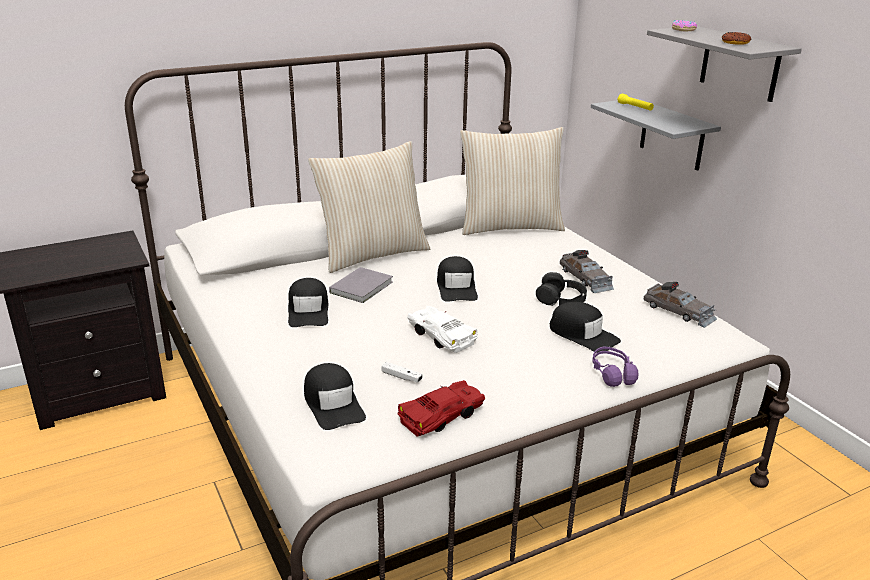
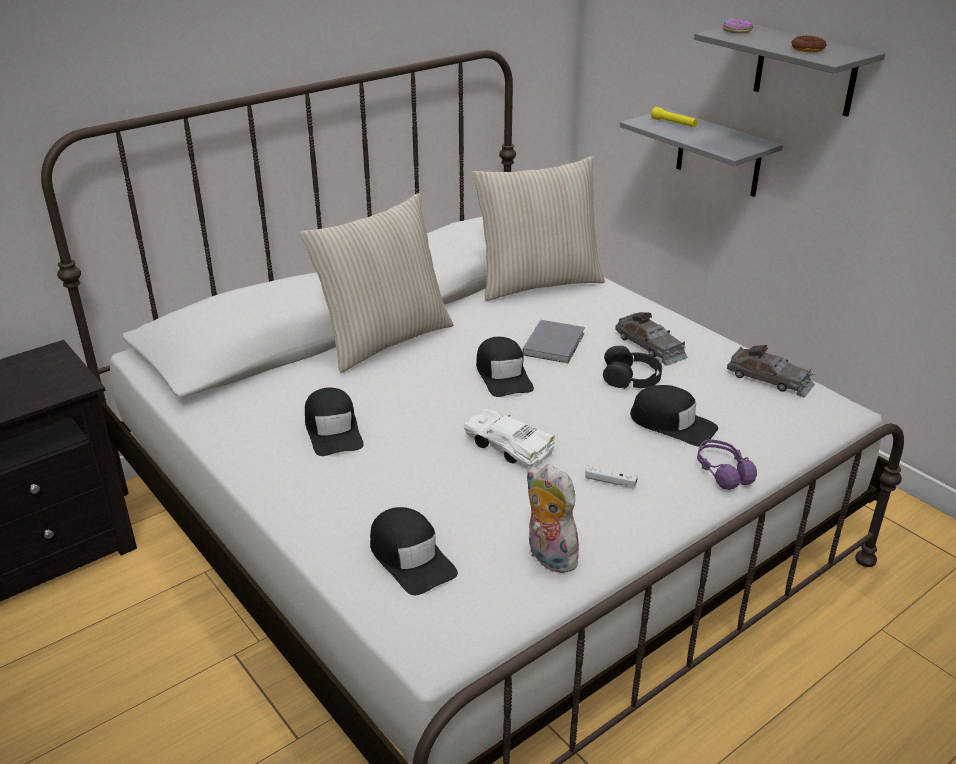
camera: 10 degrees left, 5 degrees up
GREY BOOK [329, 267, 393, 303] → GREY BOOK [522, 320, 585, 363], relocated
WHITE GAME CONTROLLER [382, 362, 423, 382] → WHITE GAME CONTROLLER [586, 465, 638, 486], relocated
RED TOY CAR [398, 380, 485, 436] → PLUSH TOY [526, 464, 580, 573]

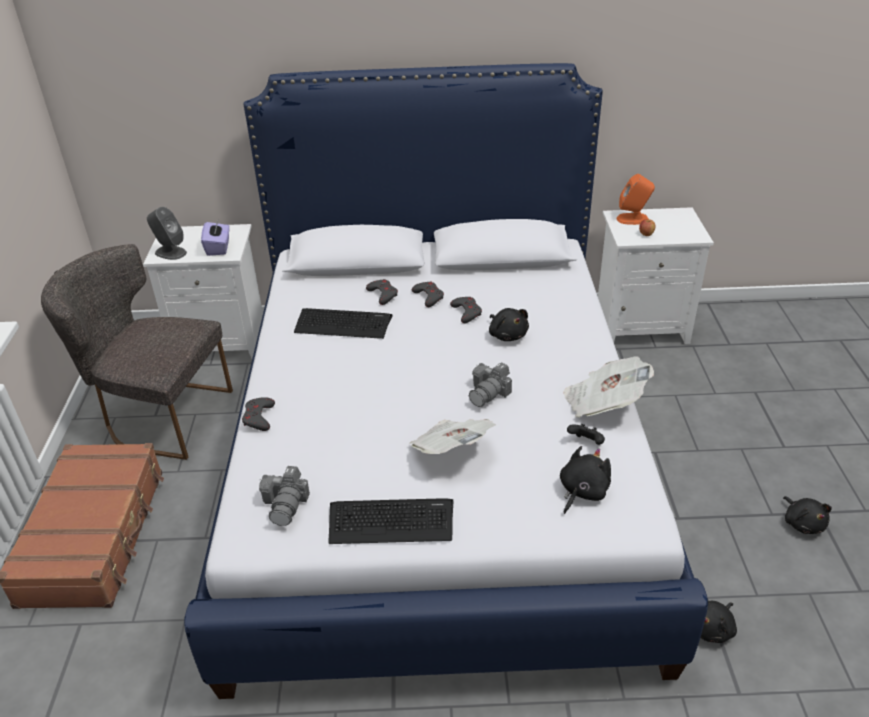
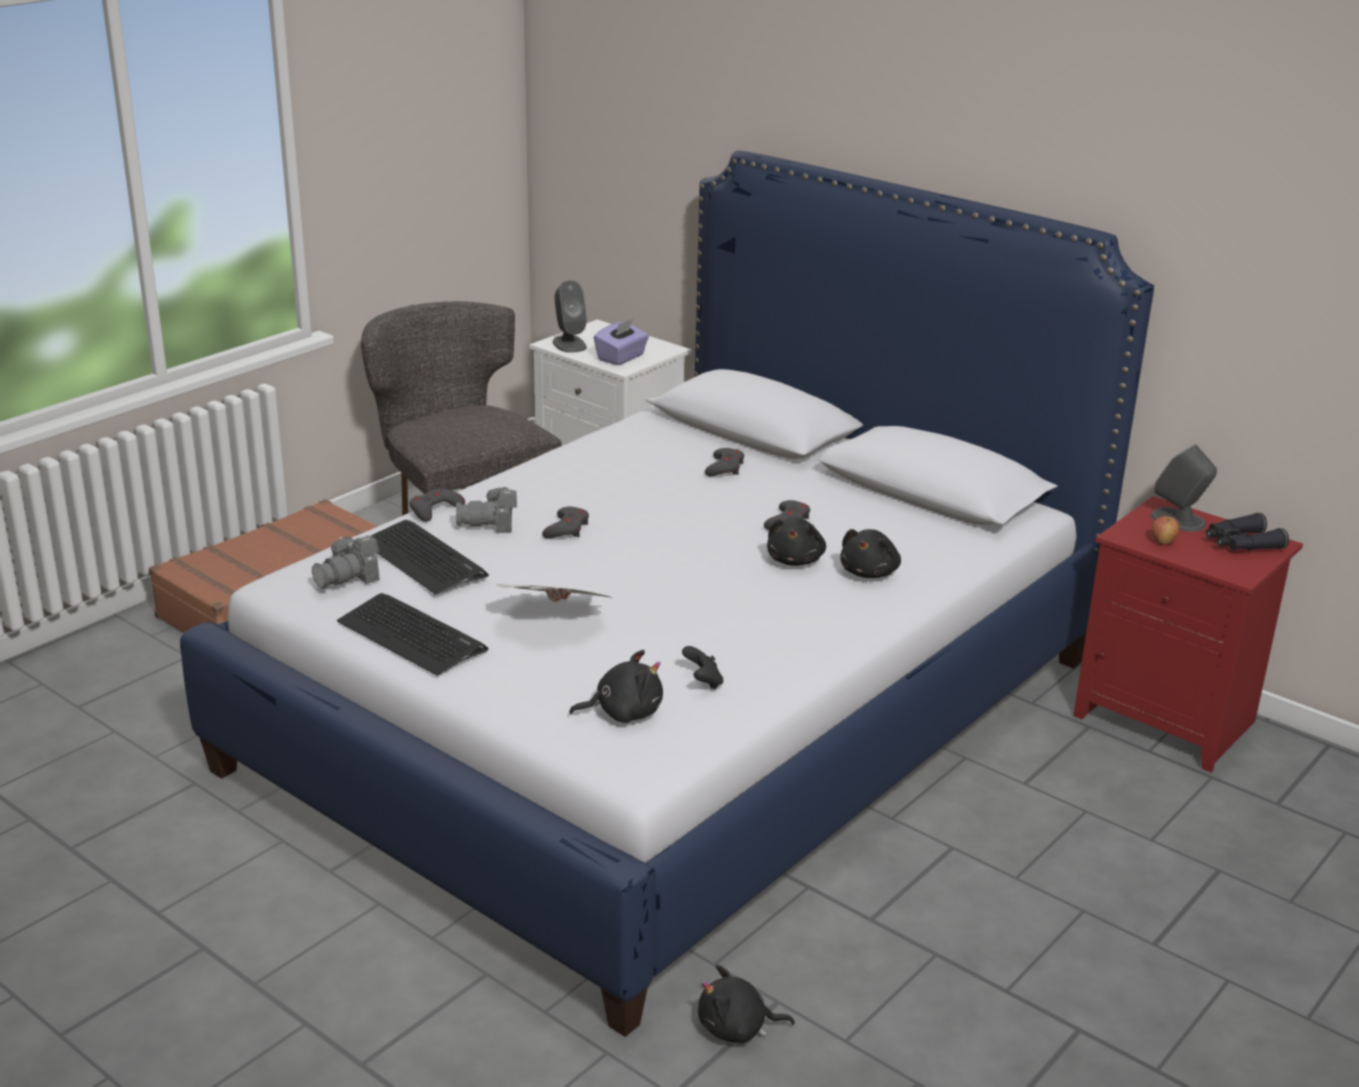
camera: 40 degrees right, 10 degrees down
ORANGE SPEAKER [617, 174, 655, 225] → GREY SPEAKER [1150, 444, 1217, 532]
WHITE NIGHTSTAND [598, 207, 714, 344] → RED NIGHTSTAND [1073, 496, 1303, 772]
GREY GAME CONTROLLER [412, 281, 444, 307] → GREY GAME CONTROLLER [542, 507, 589, 539], relocated
KEYBOARD [294, 308, 393, 339] → KEYBOARD [371, 520, 489, 595], relocated
NEWSPAPER [563, 356, 654, 418] → -
PHOTO CAMERA [469, 362, 512, 407] → PHOTO CAMERA [456, 486, 517, 533], relocated
BLACK PLUSH TOY [783, 496, 832, 534] → BLACK PLUSH TOY [840, 529, 901, 578], relocated
- → BLACK BINOCULARS [1206, 513, 1289, 550]

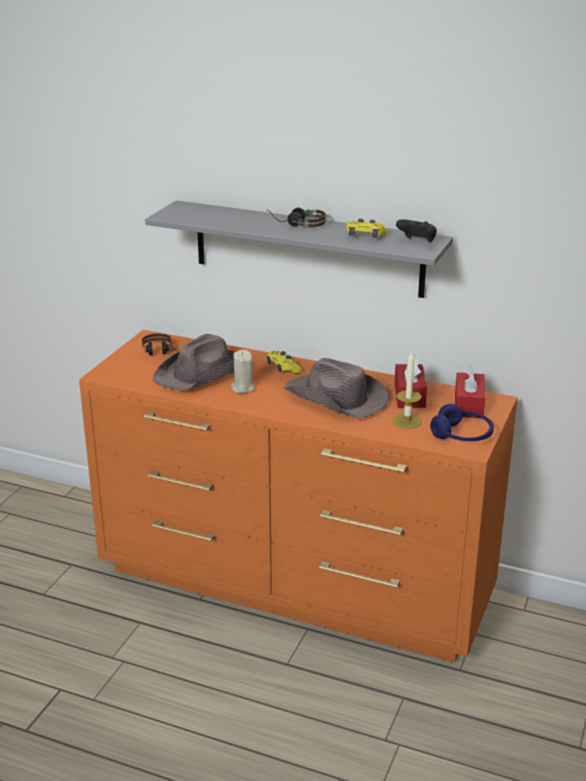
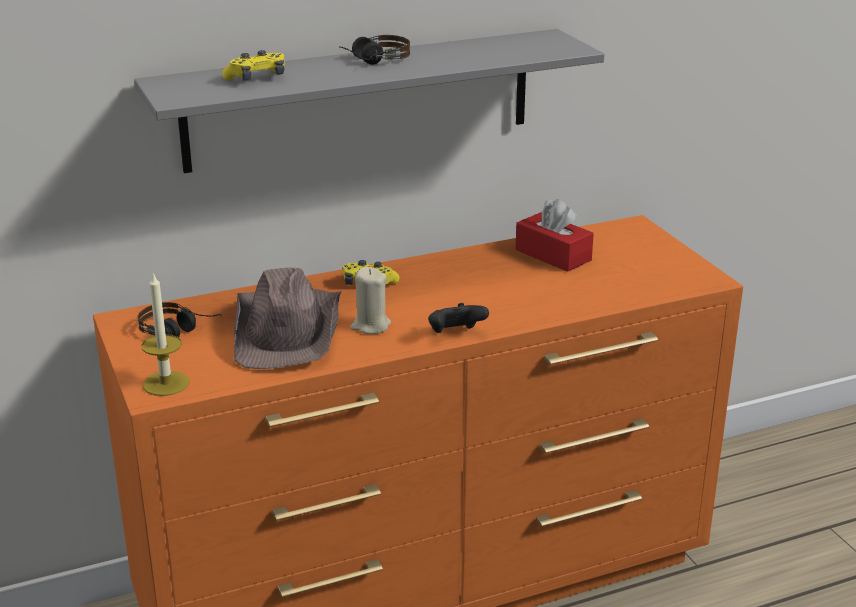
camera: 45 degrees left, 0 degrees up
YELLOW GAME CONTROLLER [347, 219, 387, 238] → YELLOW GAME CONTROLLER [222, 50, 285, 80], relocated
BLACK GAME CONTROLLER [396, 219, 437, 242] → BLACK GAME CONTROLLER [428, 303, 489, 333], relocated
CANDLE [393, 350, 422, 429] → CANDLE [141, 273, 190, 396], relocated
BROWN HAT [283, 358, 389, 419] → -
RED TISSUE BOX [455, 364, 485, 418] → -
BLUE HEADPHONES [430, 404, 494, 441] → -

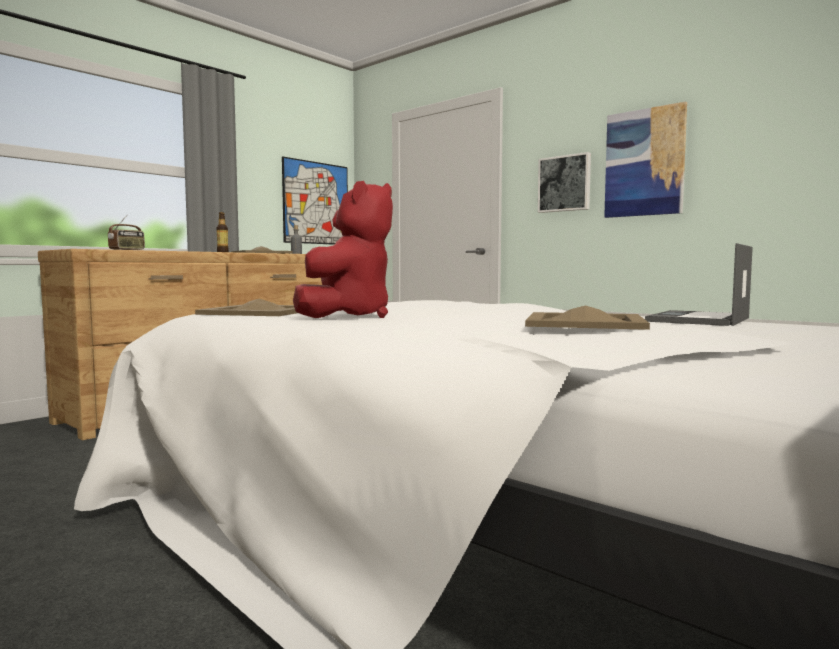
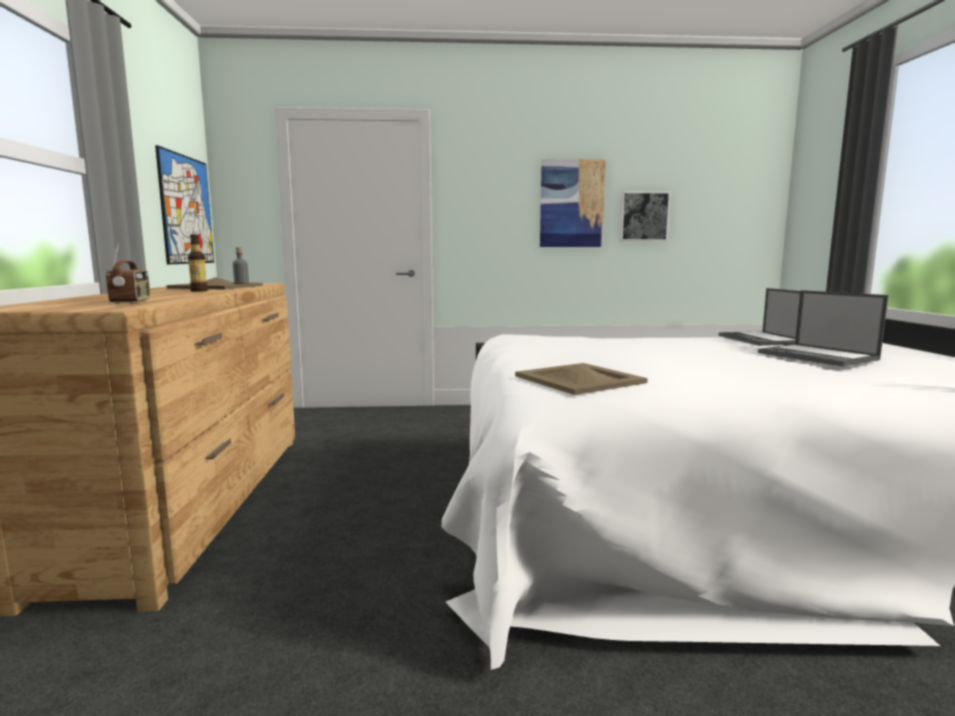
camera: 45 degrees left, 5 degrees up
PICTURE [538, 152, 591, 213] → PICTURE [619, 191, 671, 241], relocated
RED PLUSH TOY [293, 181, 393, 318] → -
BEIGE TRAY [525, 305, 650, 330] → LAPTOP [758, 290, 889, 367]

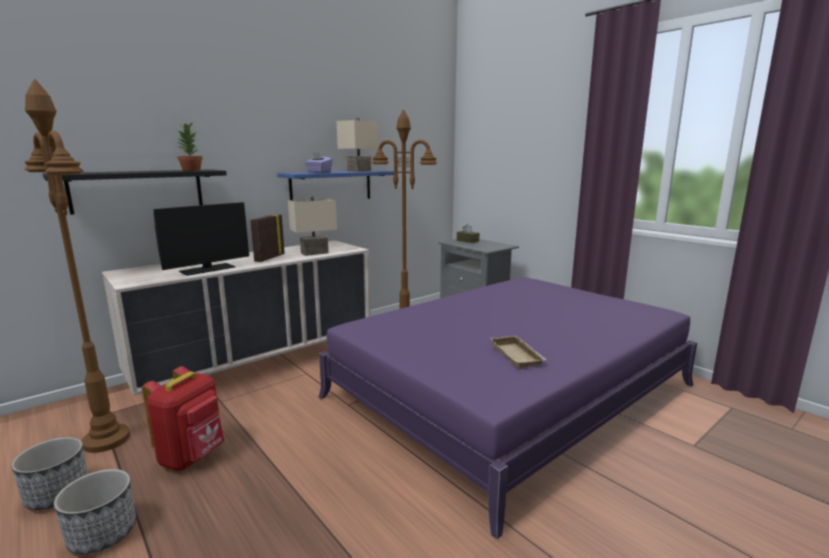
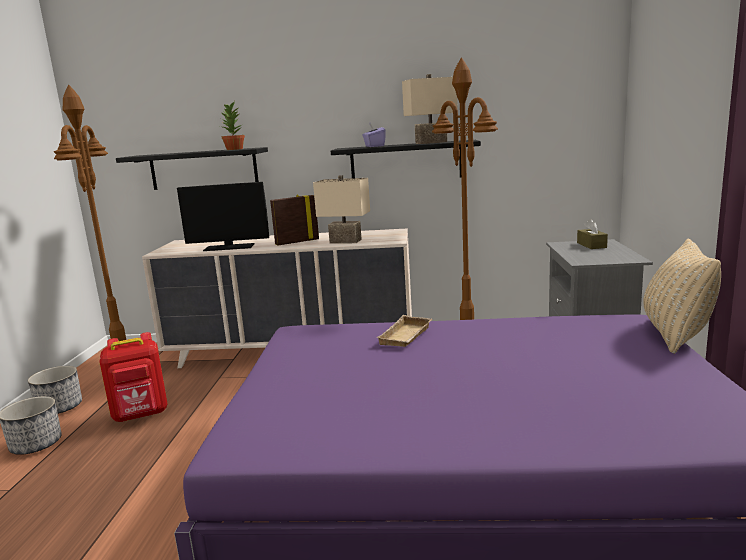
camera: 45 degrees right, 0 degrees up
BLUE SHELF [277, 170, 394, 200] → BLACK SHELF [331, 140, 481, 178]
BEIGE TRAY [491, 335, 547, 369] → BEIGE TRAY [376, 315, 432, 347], relocated
- → BEIGE PILLOW [643, 239, 721, 354]

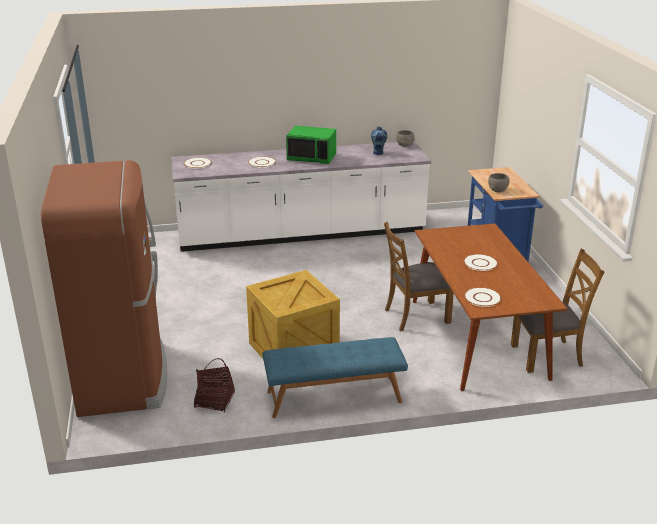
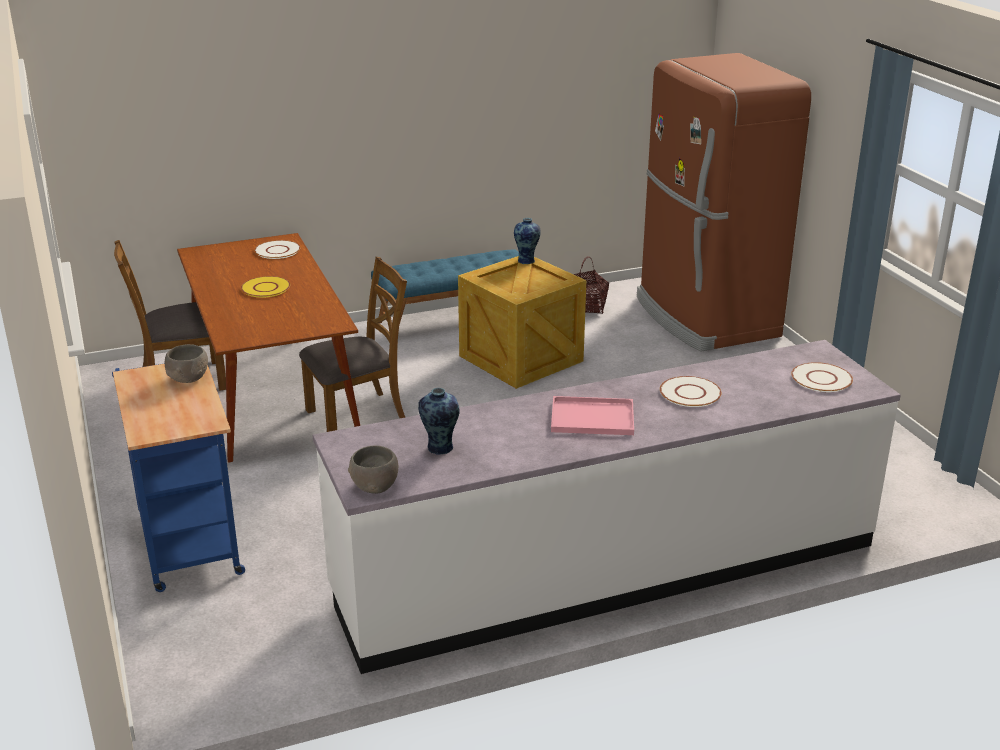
camera: 170 degrees right, 0 degrees up
GREEN MICROWAVE [286, 125, 336, 164] → PINK TRAY [551, 396, 634, 435]
WHITE PLATE [463, 254, 498, 271] → YELLOW PLATE [241, 276, 290, 298]
- → VASE [514, 218, 541, 264]

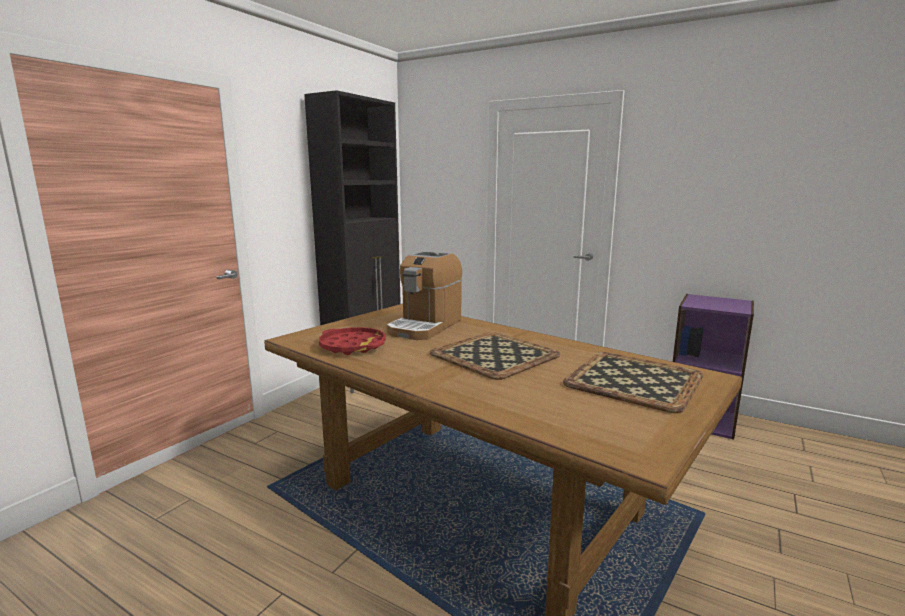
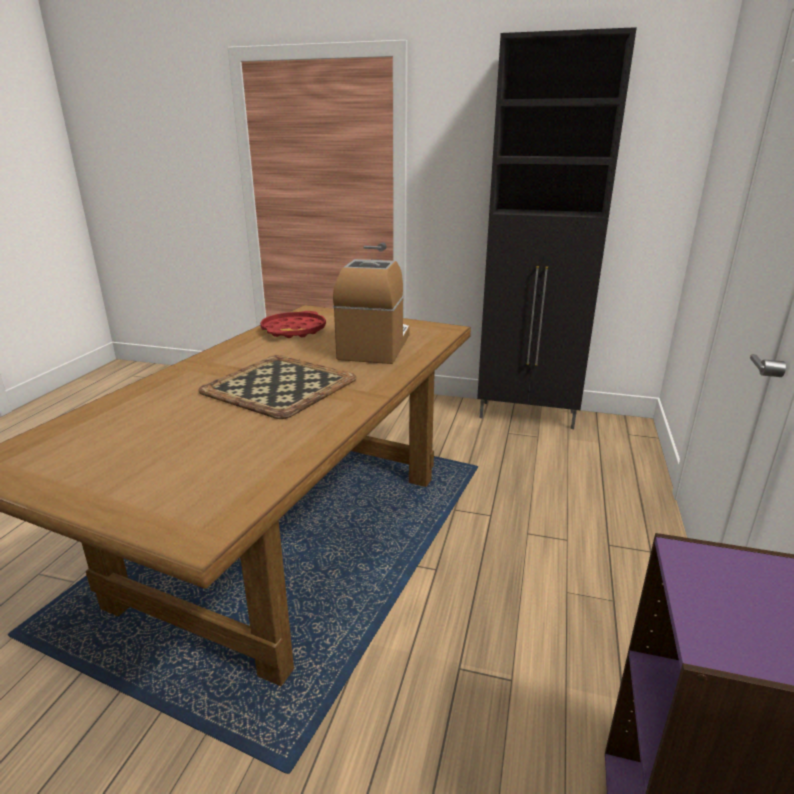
camera: 75 degrees right, 10 degrees up
COFFEE MACHINE [387, 251, 462, 340] → COFFEE MACHINE [333, 259, 410, 364], 90 degrees clockwise
TRAY [563, 352, 703, 413] → -

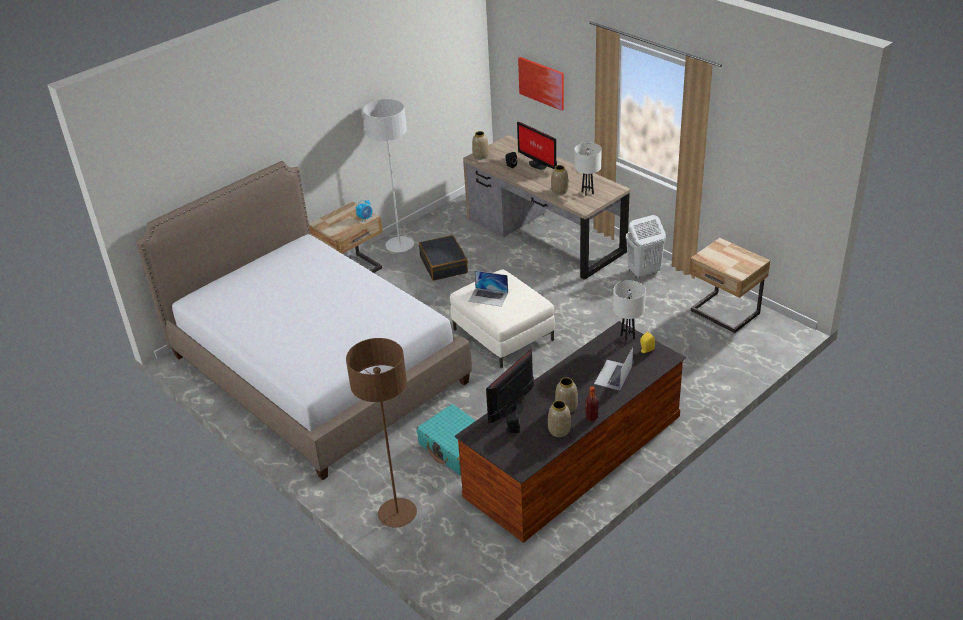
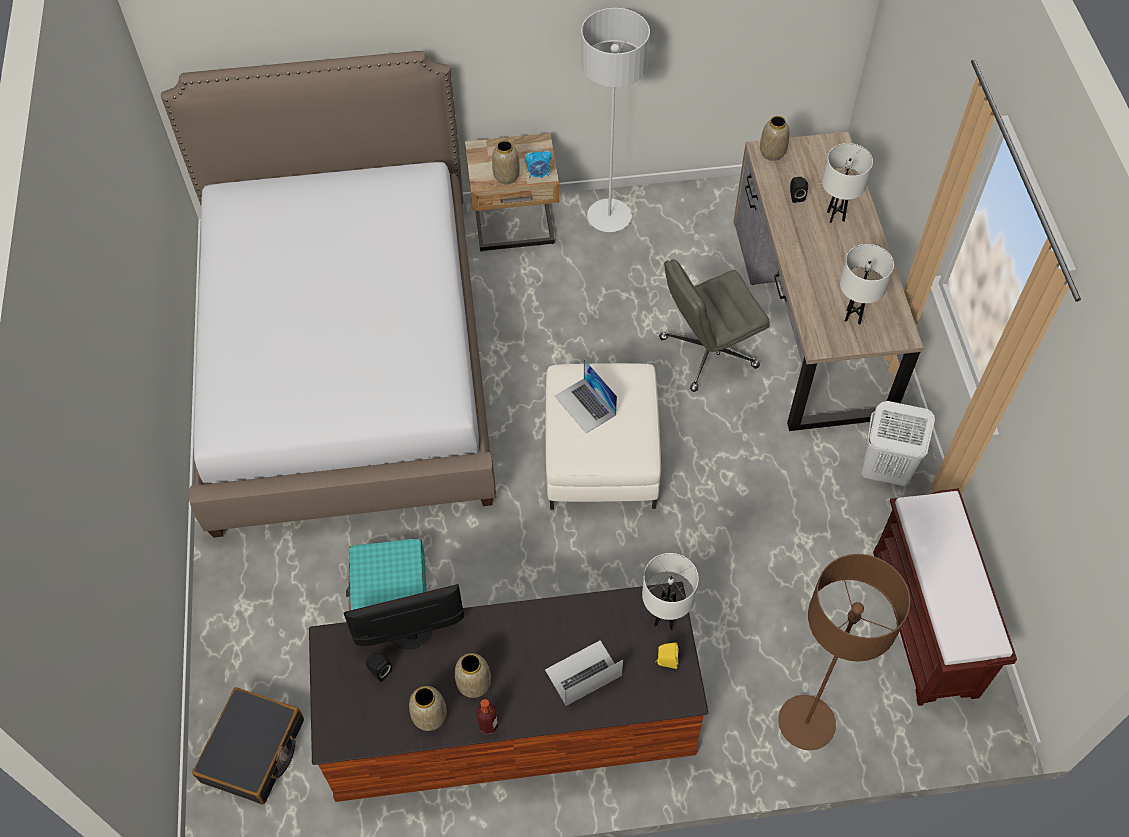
camera: 35 degrees right, 20 degrees up
PICTURE [518, 57, 564, 111] → -
MONITOR [517, 122, 557, 170] → WHITE TABLE LAMP [822, 143, 873, 223]
VASE [551, 165, 569, 195] → VASE [492, 140, 520, 184], relocated
BLACK SUITCASE [419, 235, 468, 281] → BLACK SUITCASE [192, 687, 304, 804], relocated
BEIGE NIGHTSTAND [689, 238, 770, 333] → BROWN BENCH [873, 488, 1017, 706]
BROWN FLOOR LAMP [346, 338, 417, 527] → BROWN FLOOR LAMP [778, 554, 910, 750], relocated
- → GREY OFFICE CHAIR [659, 259, 770, 392]

